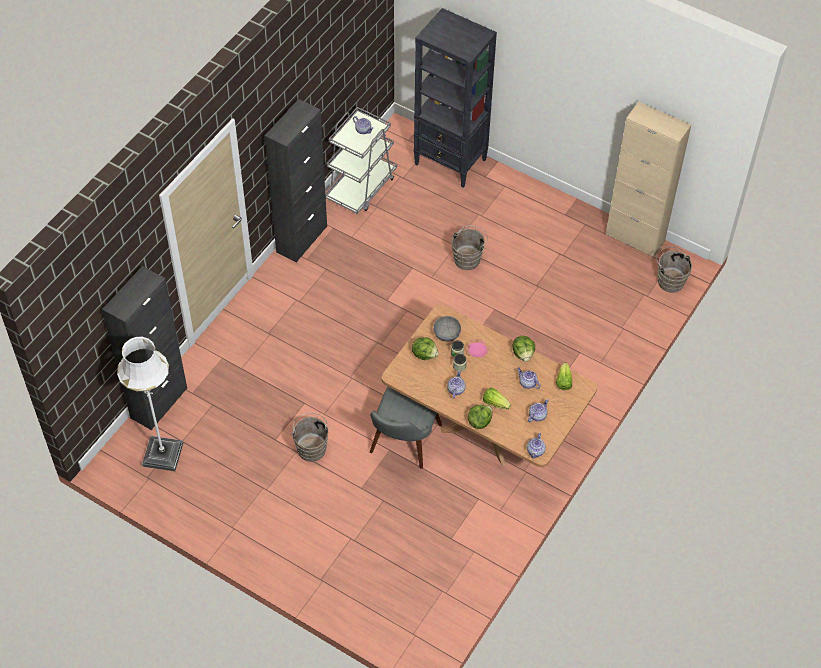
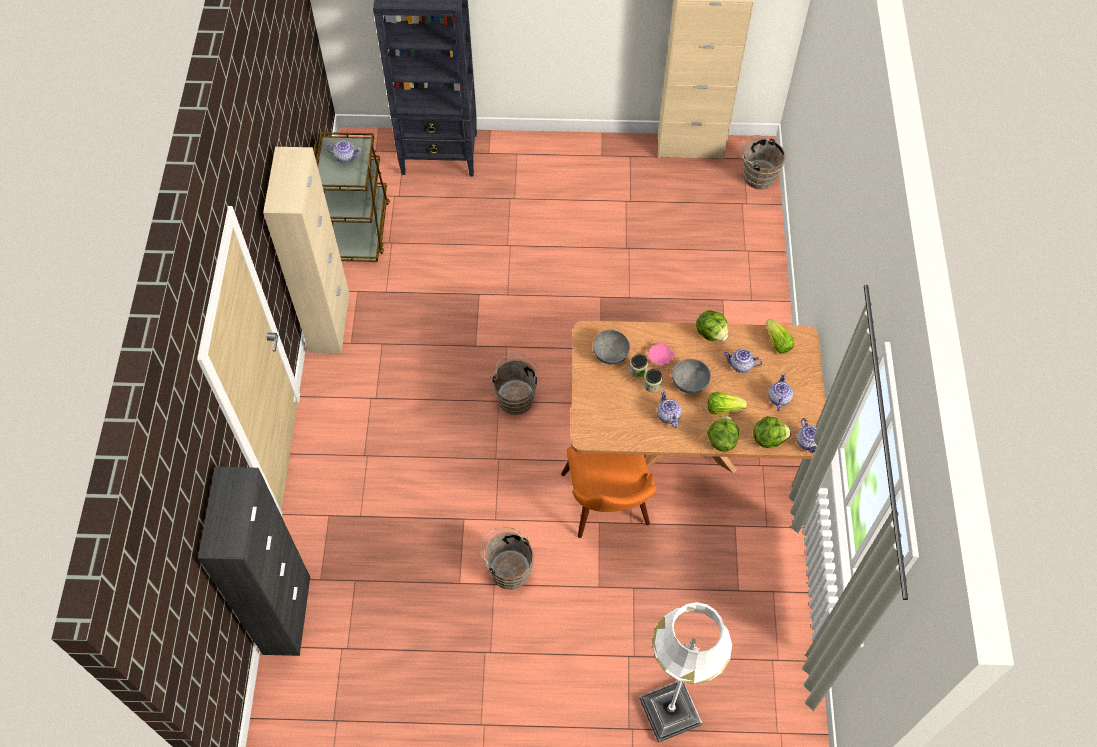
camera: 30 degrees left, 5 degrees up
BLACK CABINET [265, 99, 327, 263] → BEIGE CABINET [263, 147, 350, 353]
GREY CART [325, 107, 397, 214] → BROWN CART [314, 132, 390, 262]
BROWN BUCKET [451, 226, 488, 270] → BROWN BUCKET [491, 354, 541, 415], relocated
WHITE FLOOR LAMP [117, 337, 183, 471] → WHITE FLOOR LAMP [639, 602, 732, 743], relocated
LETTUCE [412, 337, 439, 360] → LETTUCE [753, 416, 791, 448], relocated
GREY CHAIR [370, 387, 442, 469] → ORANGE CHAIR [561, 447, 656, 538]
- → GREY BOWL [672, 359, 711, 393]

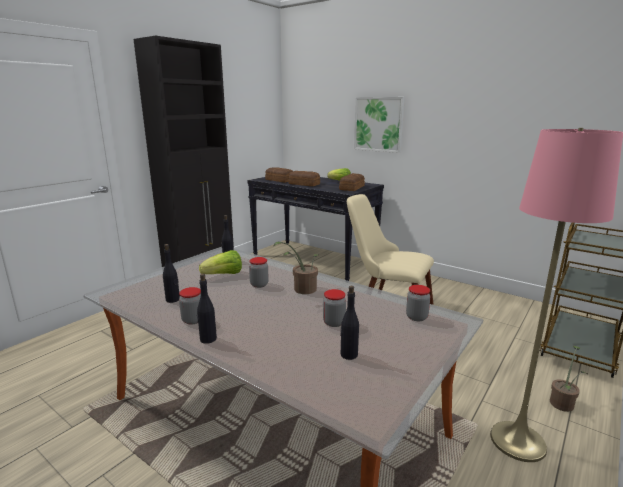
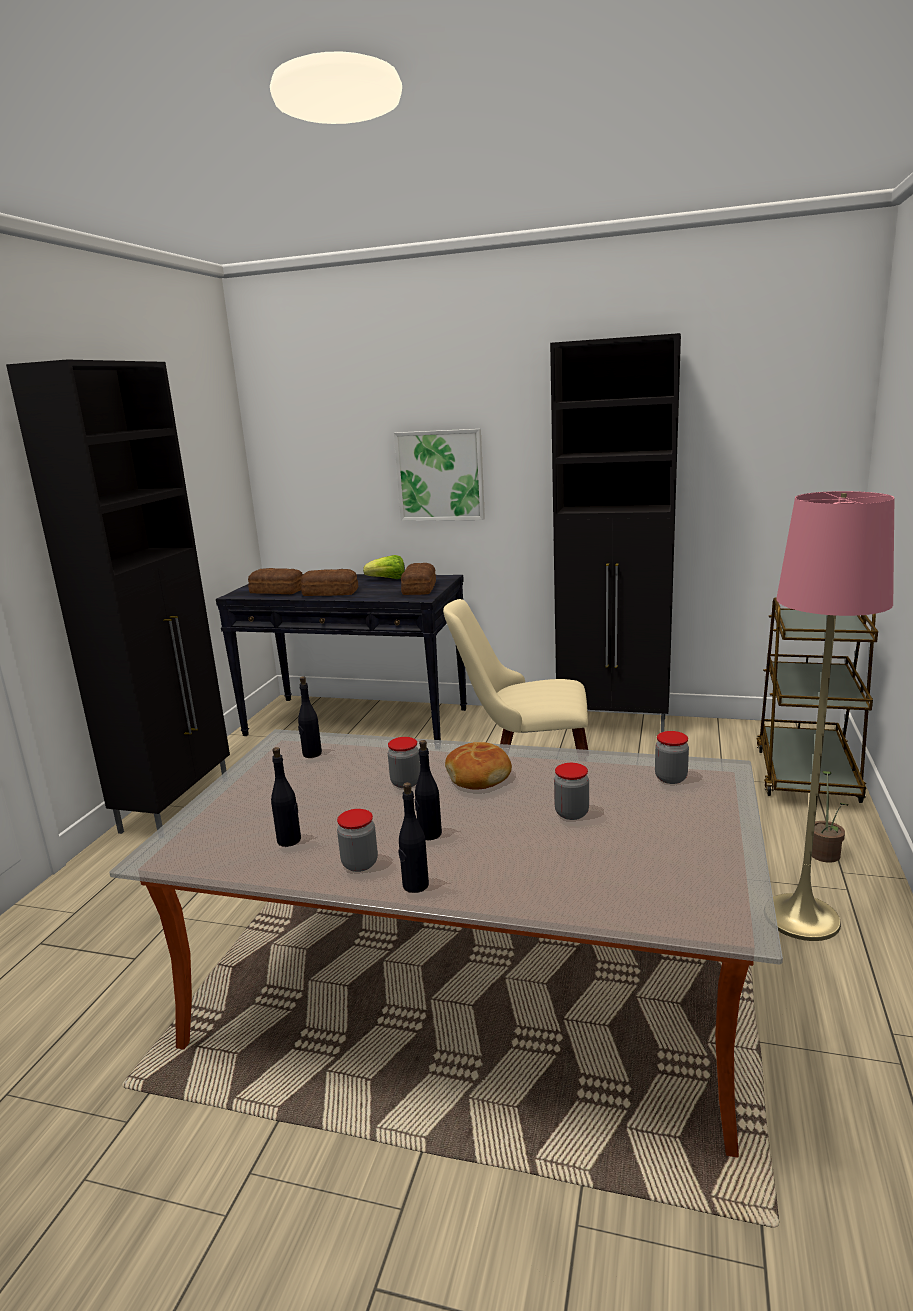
camera: 20 degrees left, 0 degrees up
POTTED PLANT [273, 242, 318, 294] → BREAD [445, 742, 512, 790]
LETTUCE [199, 250, 242, 274] → -
BLACK BOTTLE [340, 286, 359, 360] → BLACK BOTTLE [415, 740, 442, 840], relocated
- → BLACK CABINET [550, 333, 681, 732]

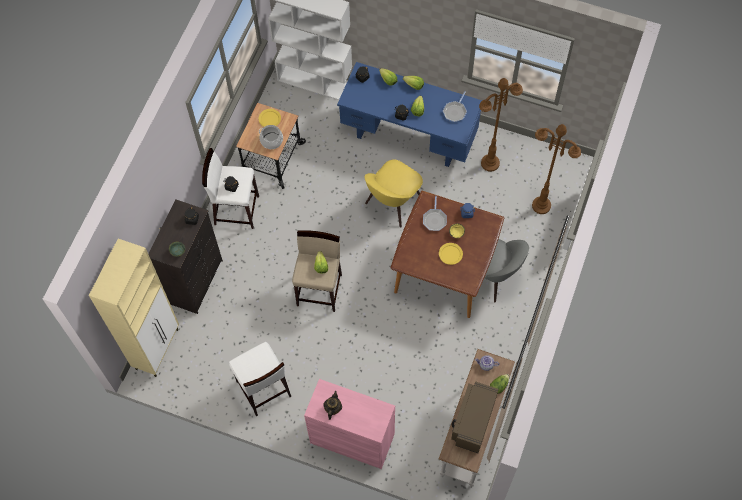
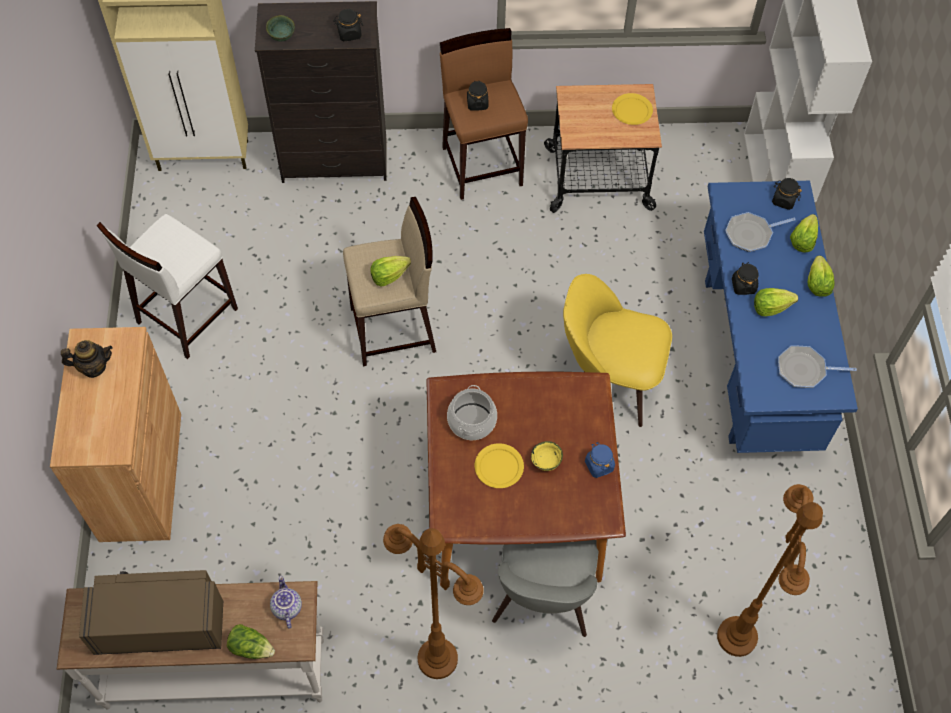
camera: 65 degrees right, 5 degrees down
BROWN FLOOR LAMP [479, 78, 523, 172] → BROWN FLOOR LAMP [383, 524, 484, 679], relocated
COOKING POT [259, 125, 283, 149] → COOKING POT [447, 385, 497, 440], relocated
WHITE STOOL [202, 148, 259, 229] → BROWN STOOL [440, 28, 528, 200]
FRYING PAN [423, 196, 447, 231] → FRYING PAN [725, 212, 796, 252], relocated
PINK CABINET [304, 379, 395, 469] → BROWN CABINET [50, 327, 181, 542]

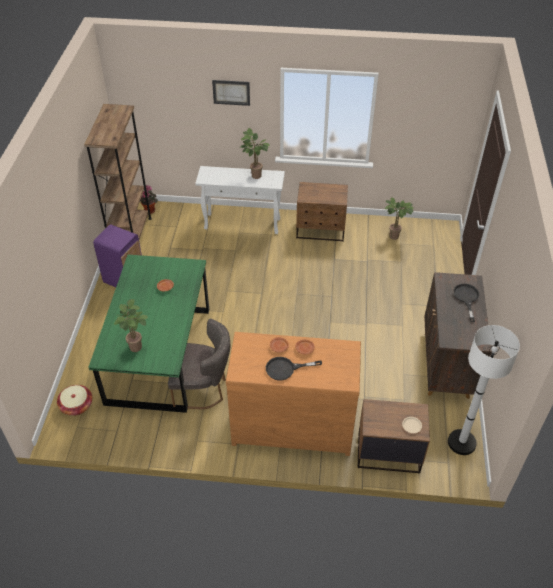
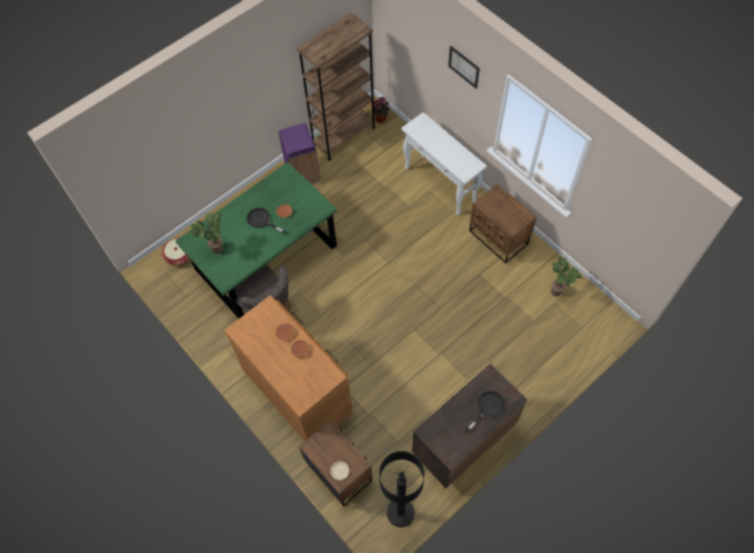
camera: 45 degrees right, 15 degrees up
POTTED PLANT [240, 128, 270, 179] → -
WHITE FLOOR LAMP [448, 325, 520, 455] → BLACK FLOOR LAMP [379, 451, 424, 527]
BLACK FRYING PAN [266, 357, 322, 381] → BLACK FRYING PAN [247, 208, 287, 235], relocated

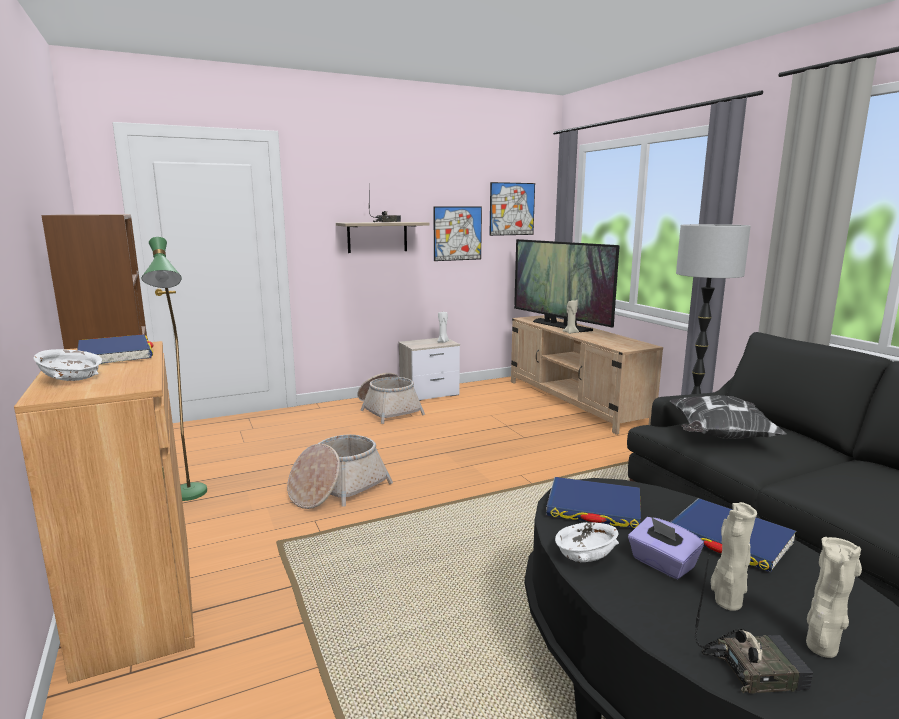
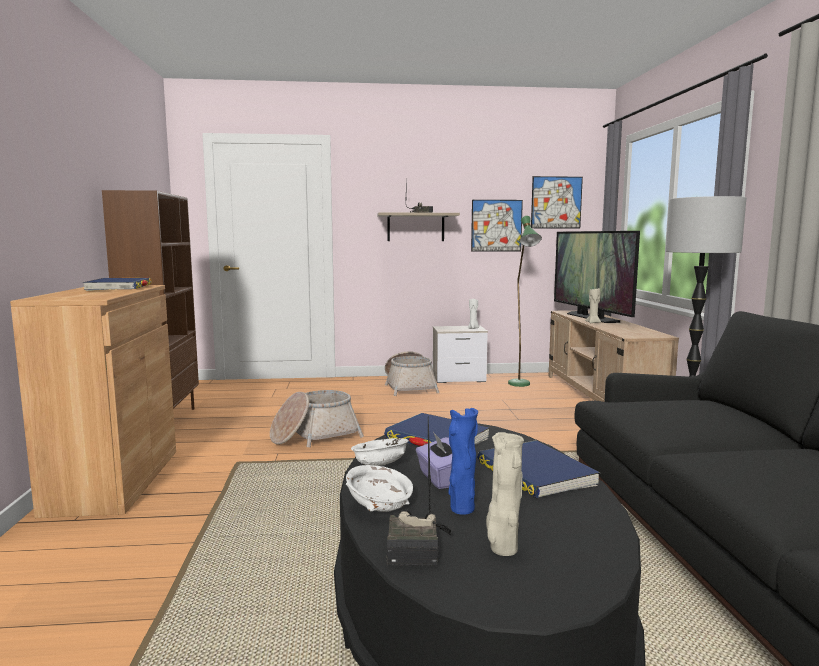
camera: 20 degrees right, 5 degrees down
GREEN FLOOR LAMP [141, 237, 207, 501] → GREEN FLOOR LAMP [508, 216, 542, 387], relocated
WHITE BOWL [34, 349, 102, 381] → WHITE BOWL [346, 465, 413, 512], relocated
PILLOW [670, 395, 787, 439] → -
BEIGE VASE [711, 502, 757, 611] → BLUE VASE [448, 408, 478, 515]
RADIO [695, 554, 813, 694] → RADIO [386, 417, 451, 566], 75 degrees clockwise

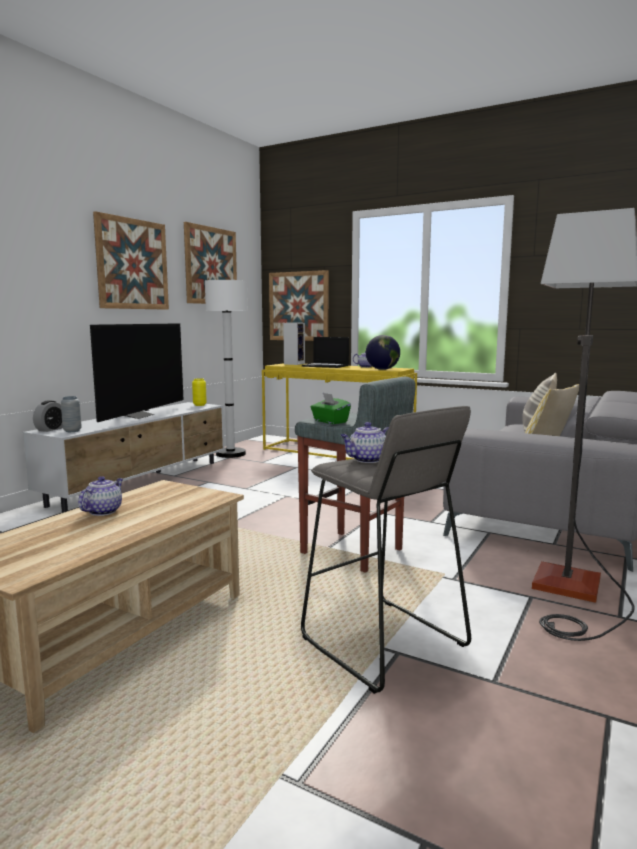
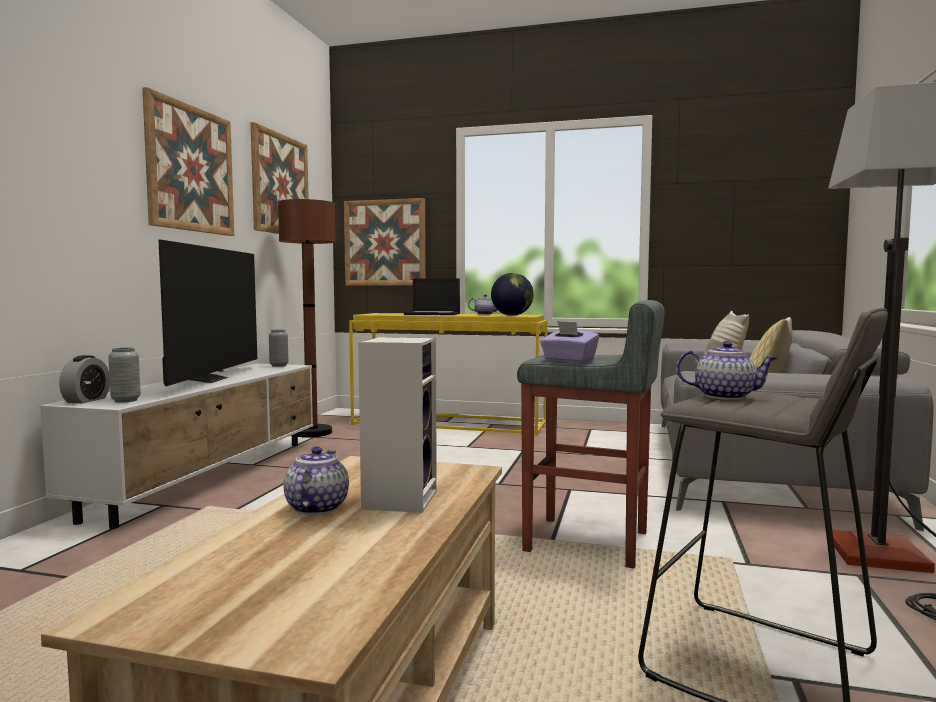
camera: 15 degrees left, 5 degrees down
WHITE FLOOR LAMP [205, 280, 248, 458] → BROWN FLOOR LAMP [278, 199, 336, 438]
SPEAKER [283, 323, 305, 365] → SPEAKER [358, 337, 437, 513], relocated
YELLOW VASE [192, 378, 207, 406] → GREY VASE [269, 330, 289, 367]
GREEN TISSUE BOX [311, 393, 351, 424] → PURPLE TISSUE BOX [540, 321, 599, 363]
TEAPOT [340, 422, 389, 463] → TEAPOT [676, 341, 778, 400], 120 degrees counterclockwise

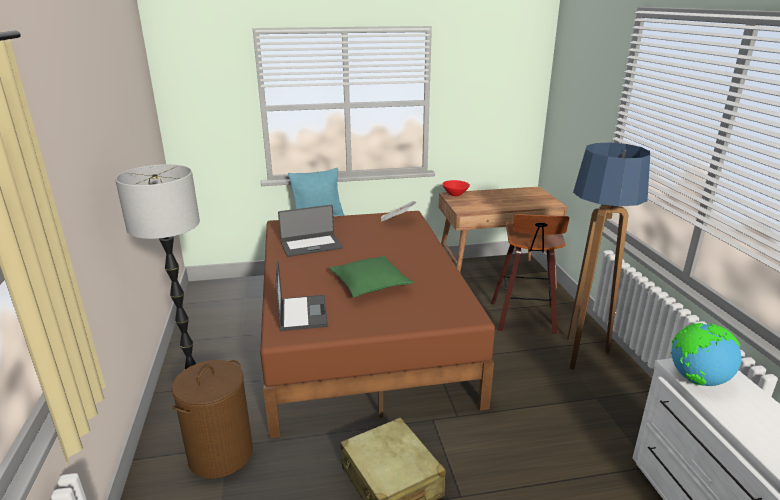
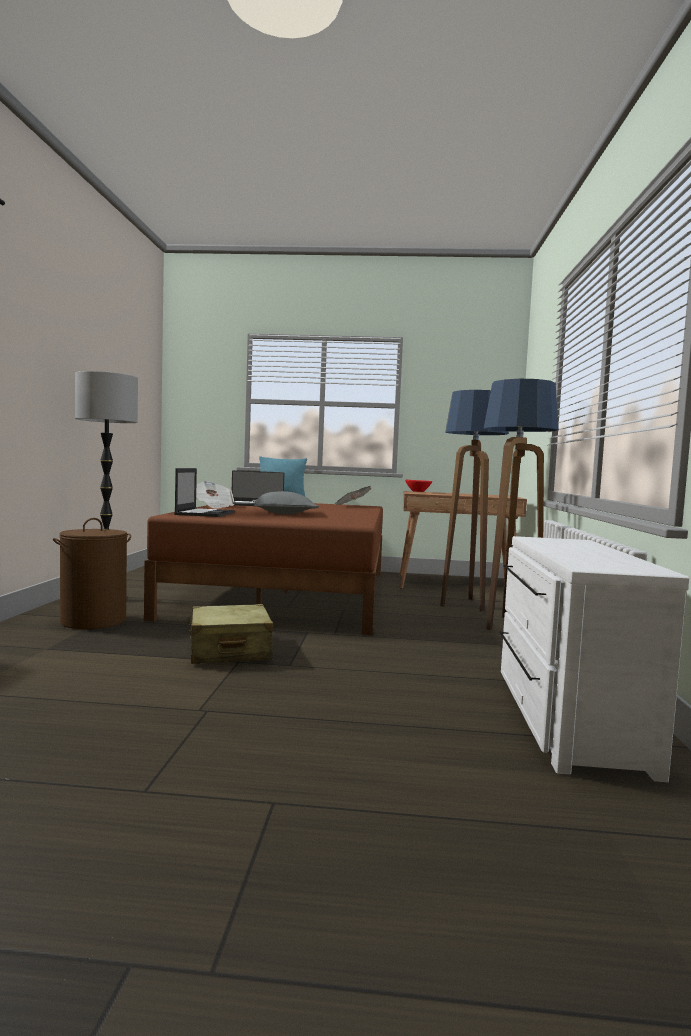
camera: 15 degrees right, 20 degrees down
STOOL [491, 214, 569, 334] → FLOOR LAMP [440, 390, 509, 612]
GREEN PILLOW [329, 256, 413, 298] → GREY PILLOW [252, 491, 319, 514]
GLOBE [671, 323, 741, 386] → -
- → NEWSPAPER [196, 481, 234, 509]

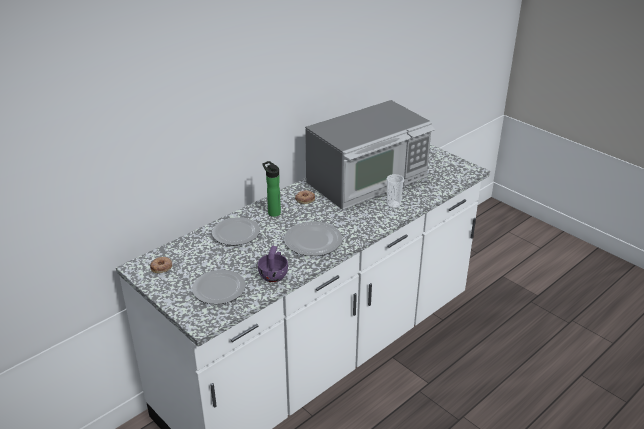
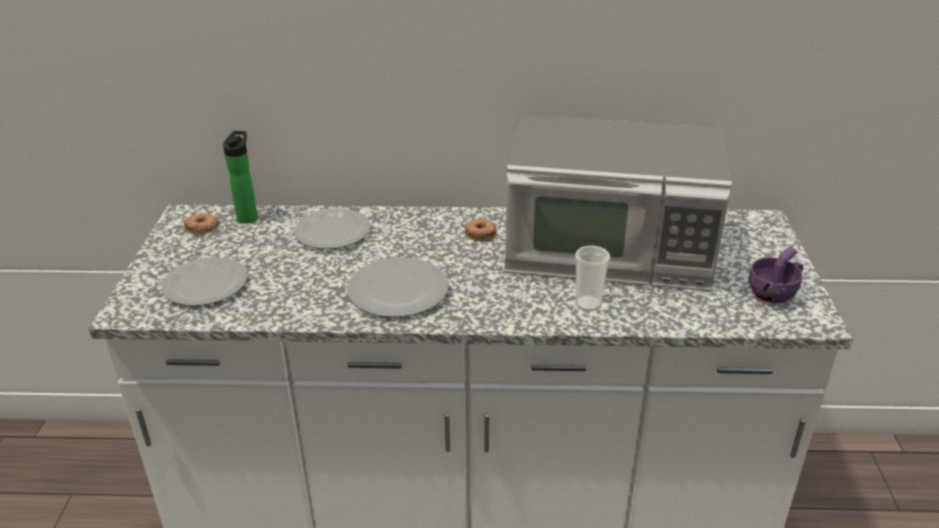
camera: 45 degrees right, 0 degrees up
BOTTLE [263, 161, 281, 217] → BOTTLE [223, 131, 258, 224], relocated
PURPLE CUP [258, 245, 288, 282] → PURPLE CUP [749, 246, 803, 304], relocated

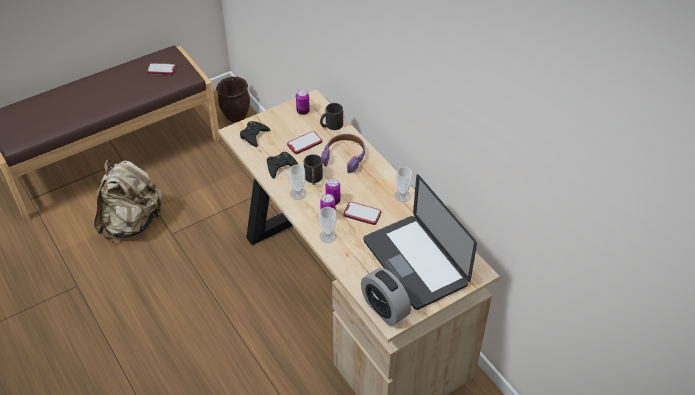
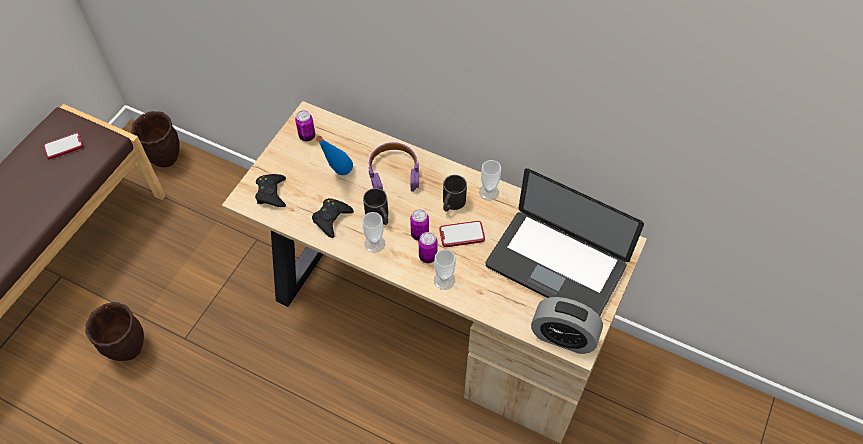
camera: 30 degrees left, 10 degrees up
BLACK MUG [320, 103, 343, 130] → BLACK MUG [443, 175, 467, 212], relocated
PHONE [287, 131, 322, 154] → BLUE BOTTLE [316, 136, 353, 175]
BEIGE BACKPACK [94, 160, 163, 240] → BROWN PLANTER [85, 302, 144, 361]

